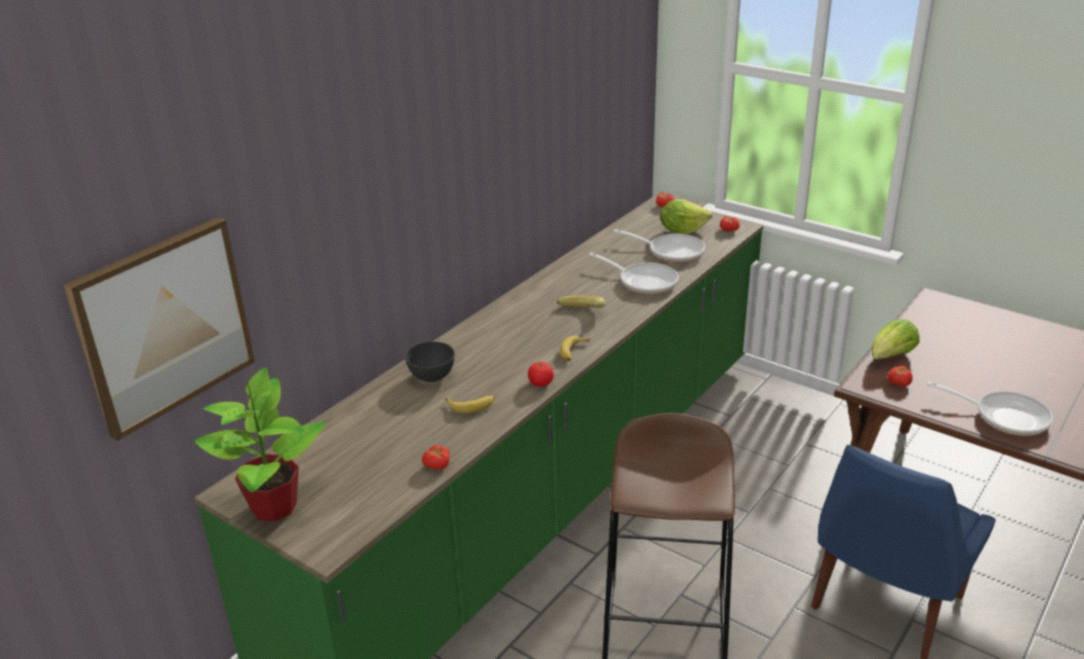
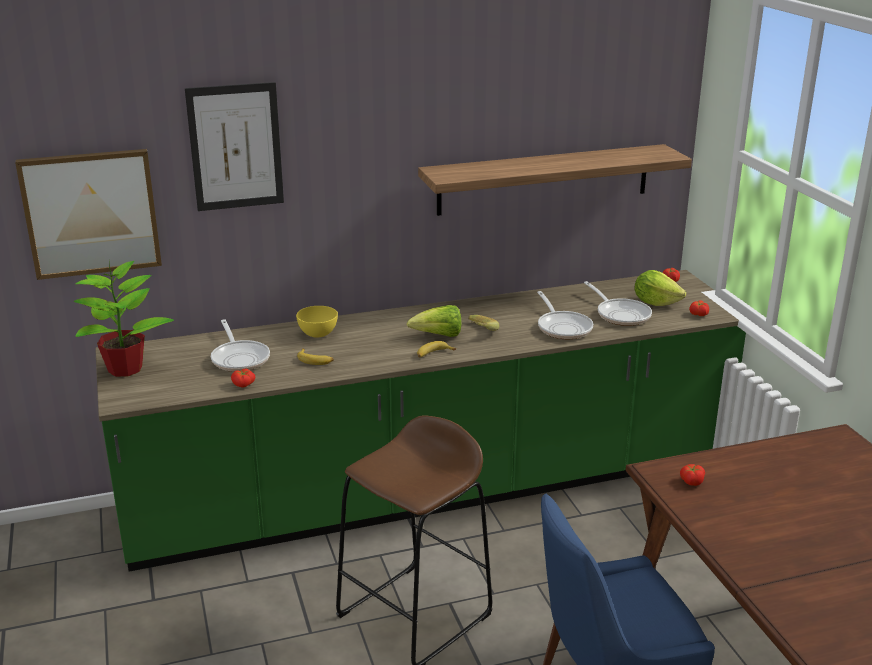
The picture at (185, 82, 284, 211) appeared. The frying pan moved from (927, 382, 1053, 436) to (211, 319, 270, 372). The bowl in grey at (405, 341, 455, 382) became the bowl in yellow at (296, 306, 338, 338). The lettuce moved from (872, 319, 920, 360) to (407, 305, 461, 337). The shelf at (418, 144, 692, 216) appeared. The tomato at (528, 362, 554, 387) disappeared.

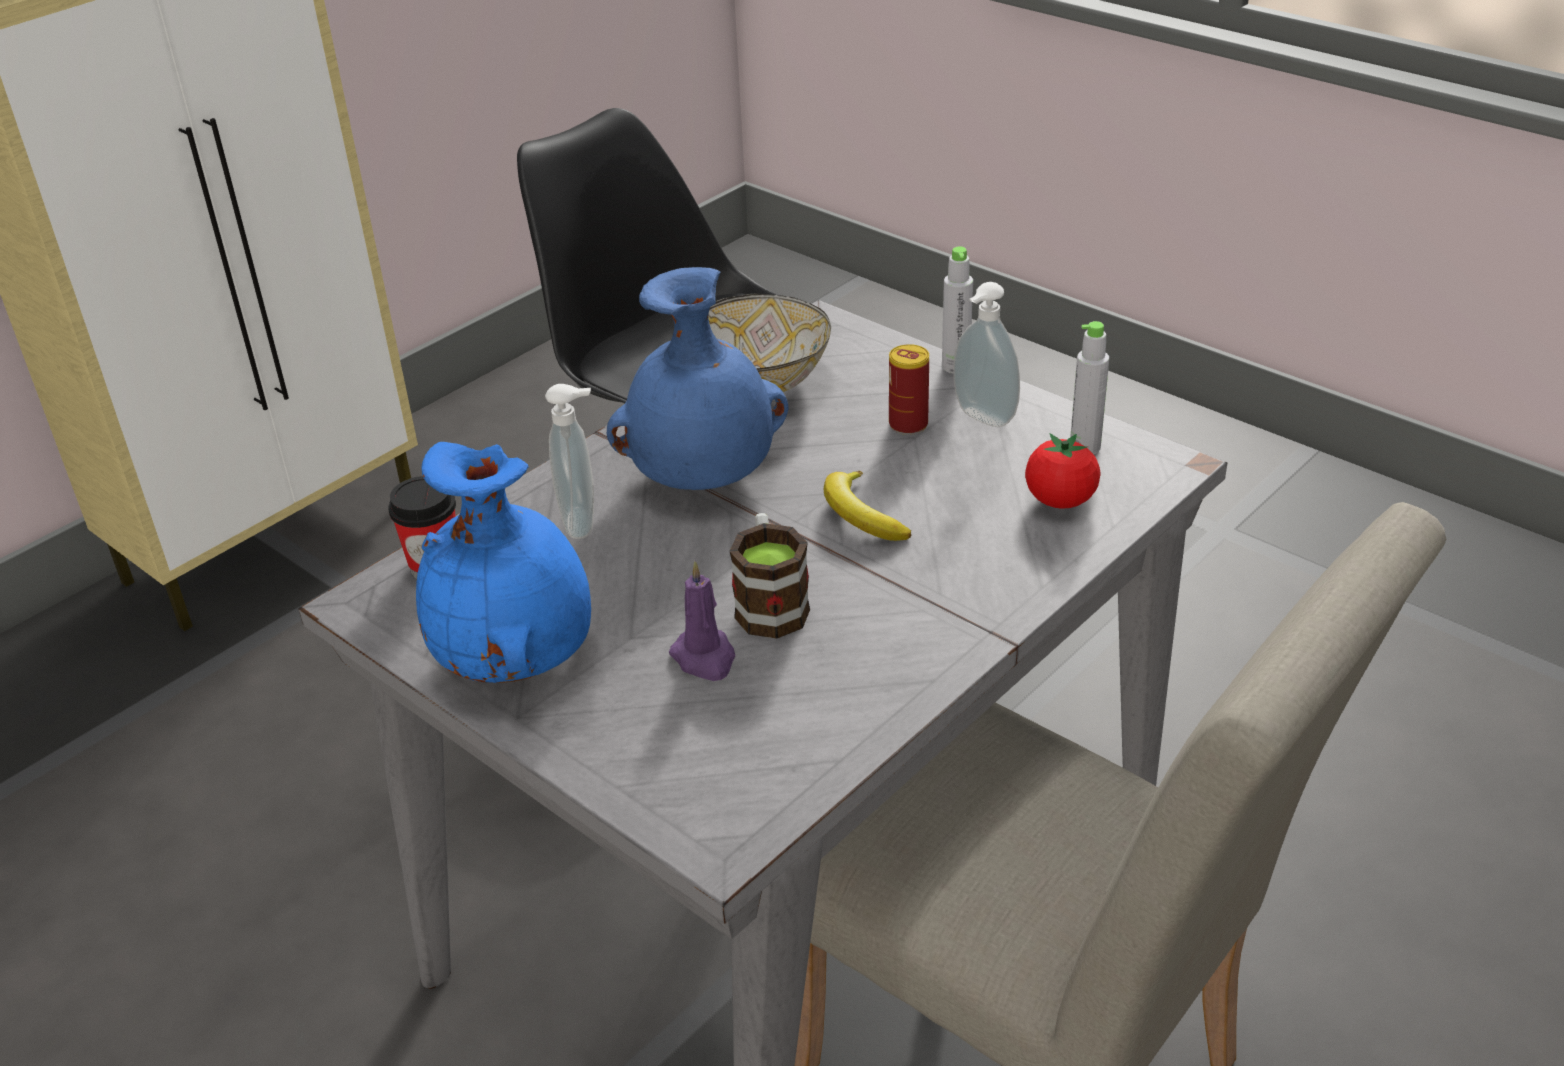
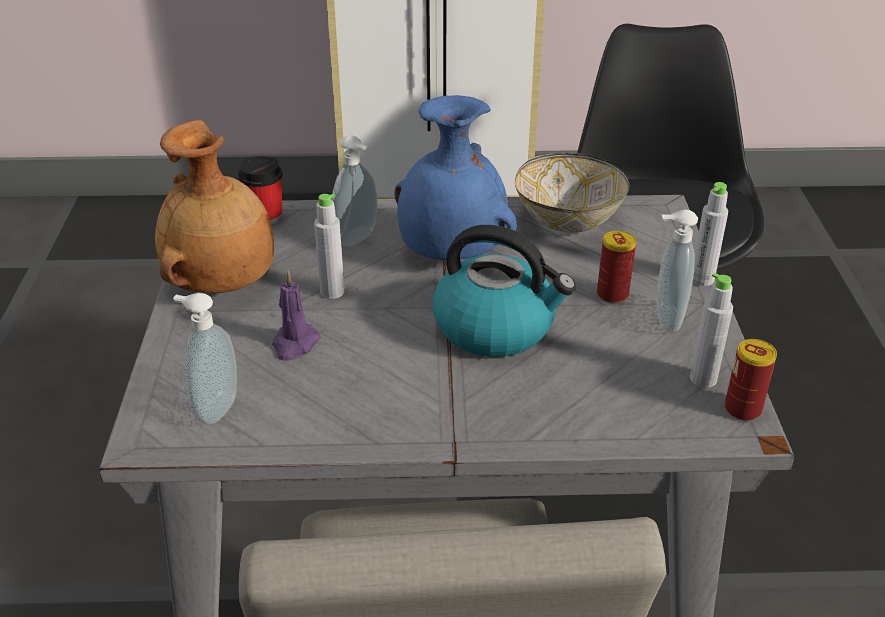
The vase in blue at (416, 442, 591, 683) became the vase in brown at (155, 120, 274, 293). The soap dispenser at (173, 293, 237, 425) appeared. The bottle in grey at (314, 194, 345, 299) appeared. The banana at (824, 471, 911, 541) was replaced by the kettle at (433, 225, 576, 357). The can at (725, 339, 777, 421) appeared. The mug at (730, 513, 810, 639) disappeared. The tomato at (1025, 433, 1100, 509) disappeared.

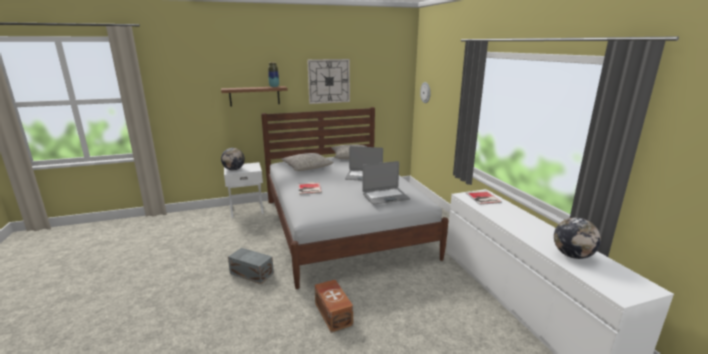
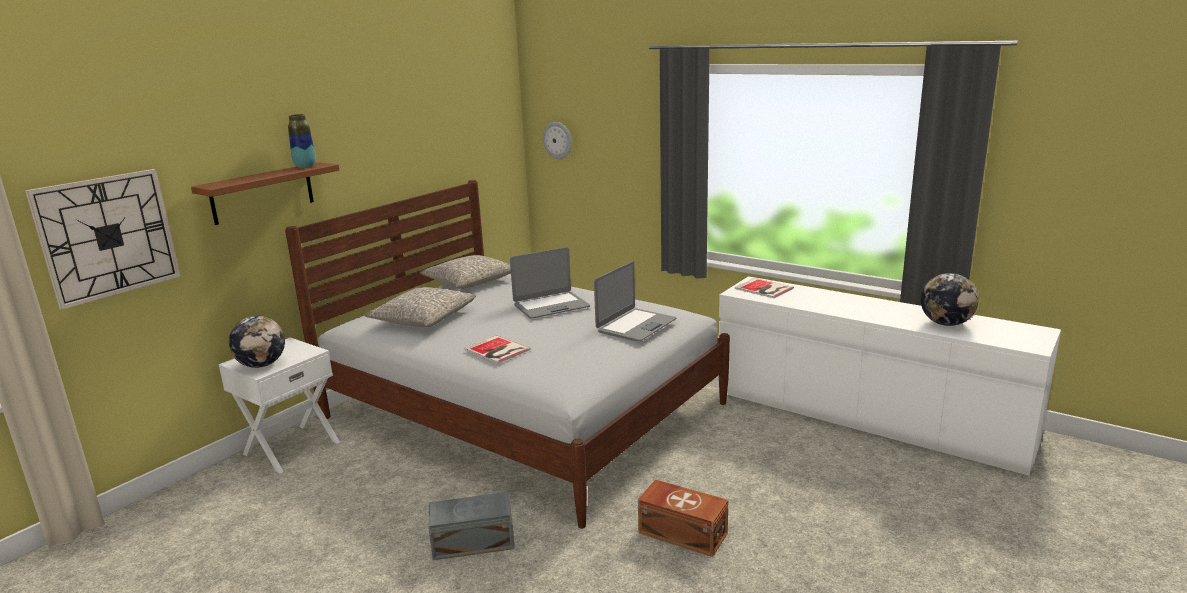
The wall clock moved from (307, 59, 350, 104) to (25, 169, 181, 310).

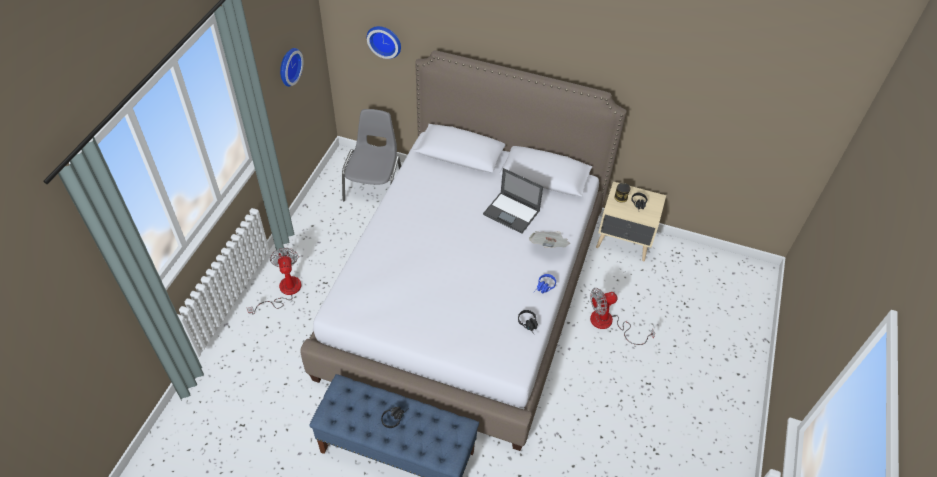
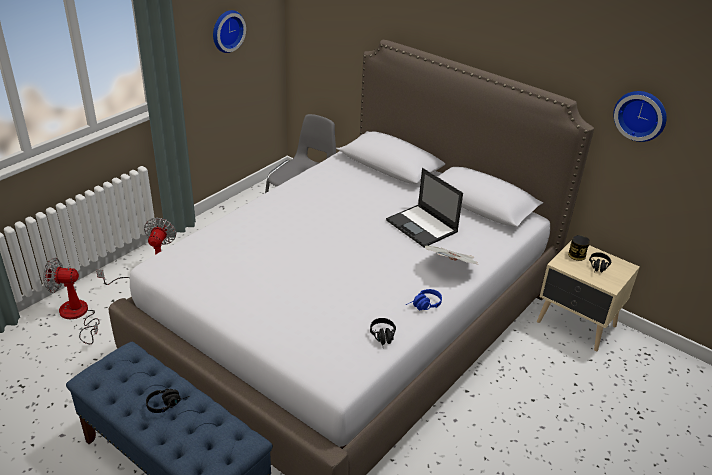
The fan moved from (590, 288, 655, 345) to (43, 258, 100, 344). The wall clock moved from (367, 26, 401, 59) to (613, 91, 667, 142).

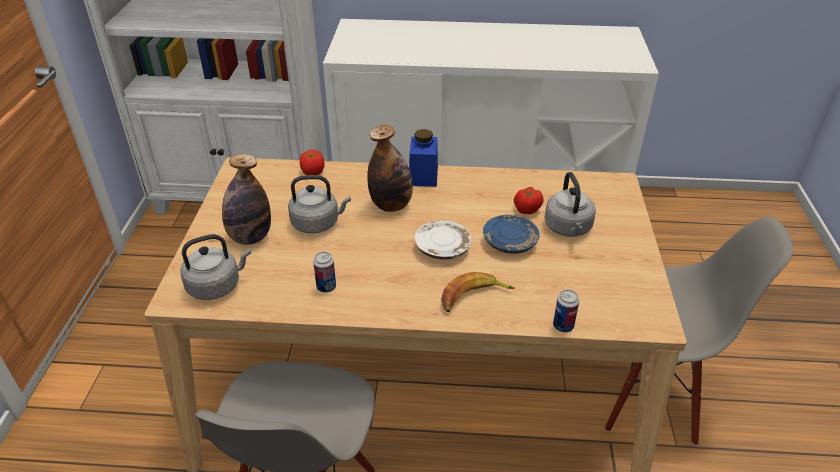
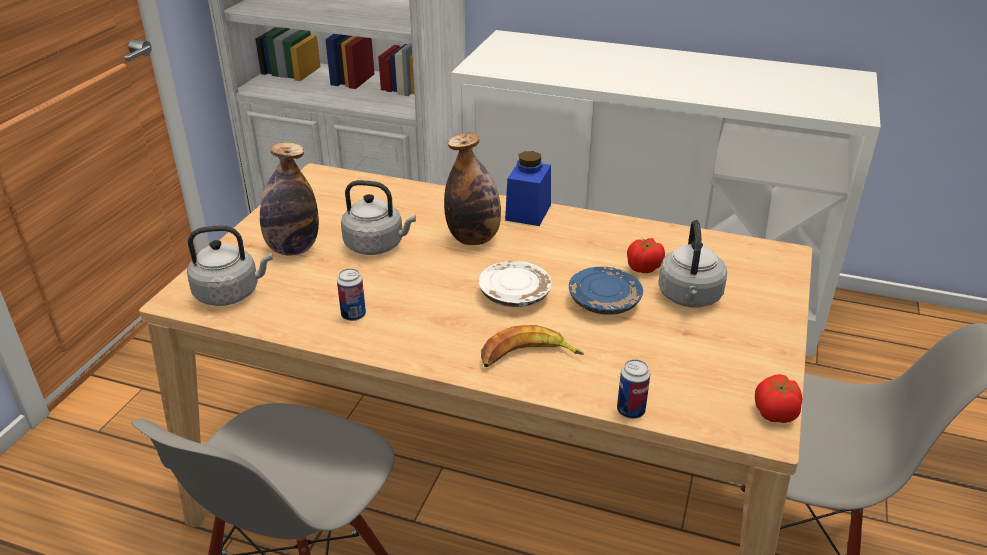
The tomato moved from (300, 149, 325, 175) to (755, 374, 803, 423).

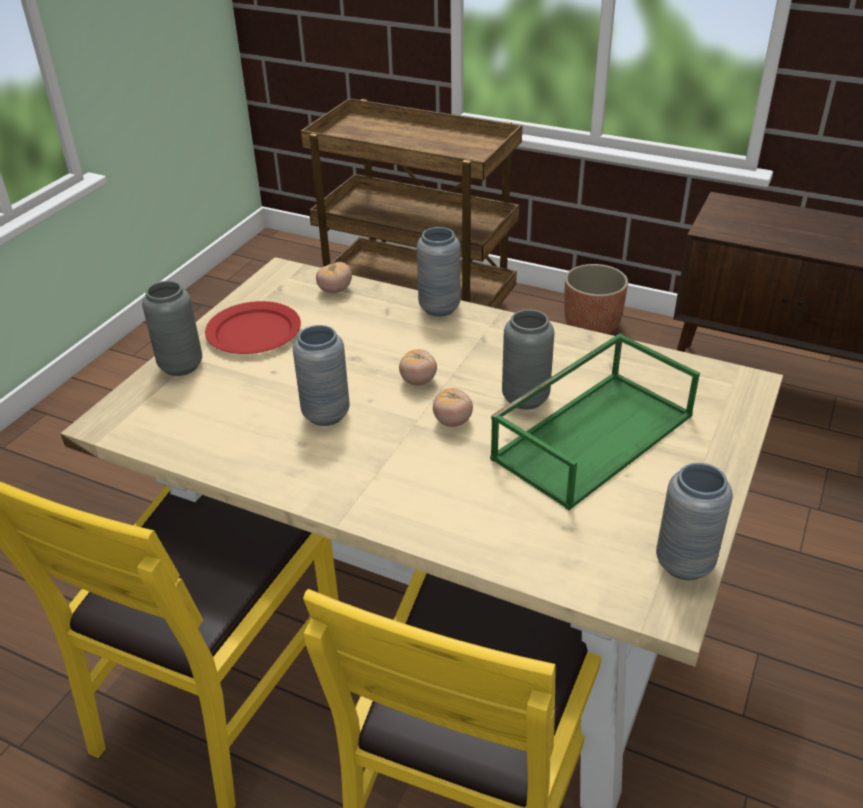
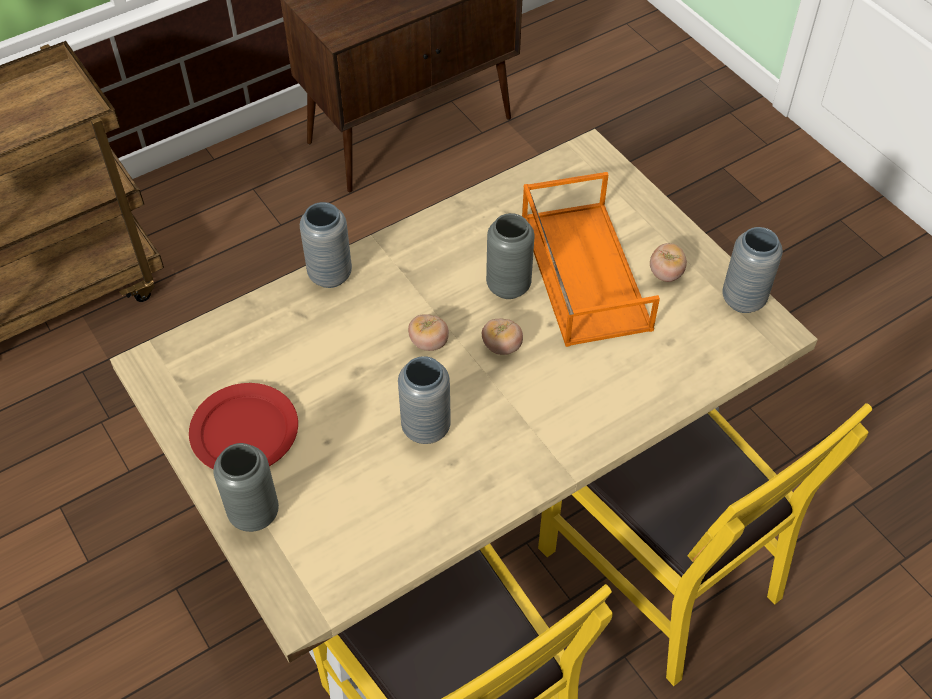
The tray in green at (490, 333, 700, 510) became the tray in orange at (522, 172, 660, 347). The tomato moved from (316, 262, 352, 293) to (650, 243, 687, 282). The planter at (564, 264, 628, 334) disappeared.

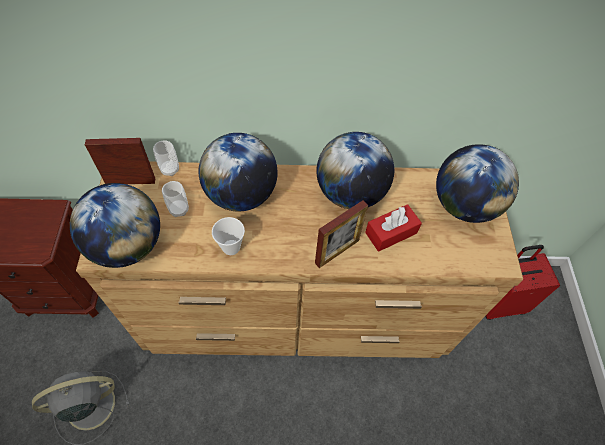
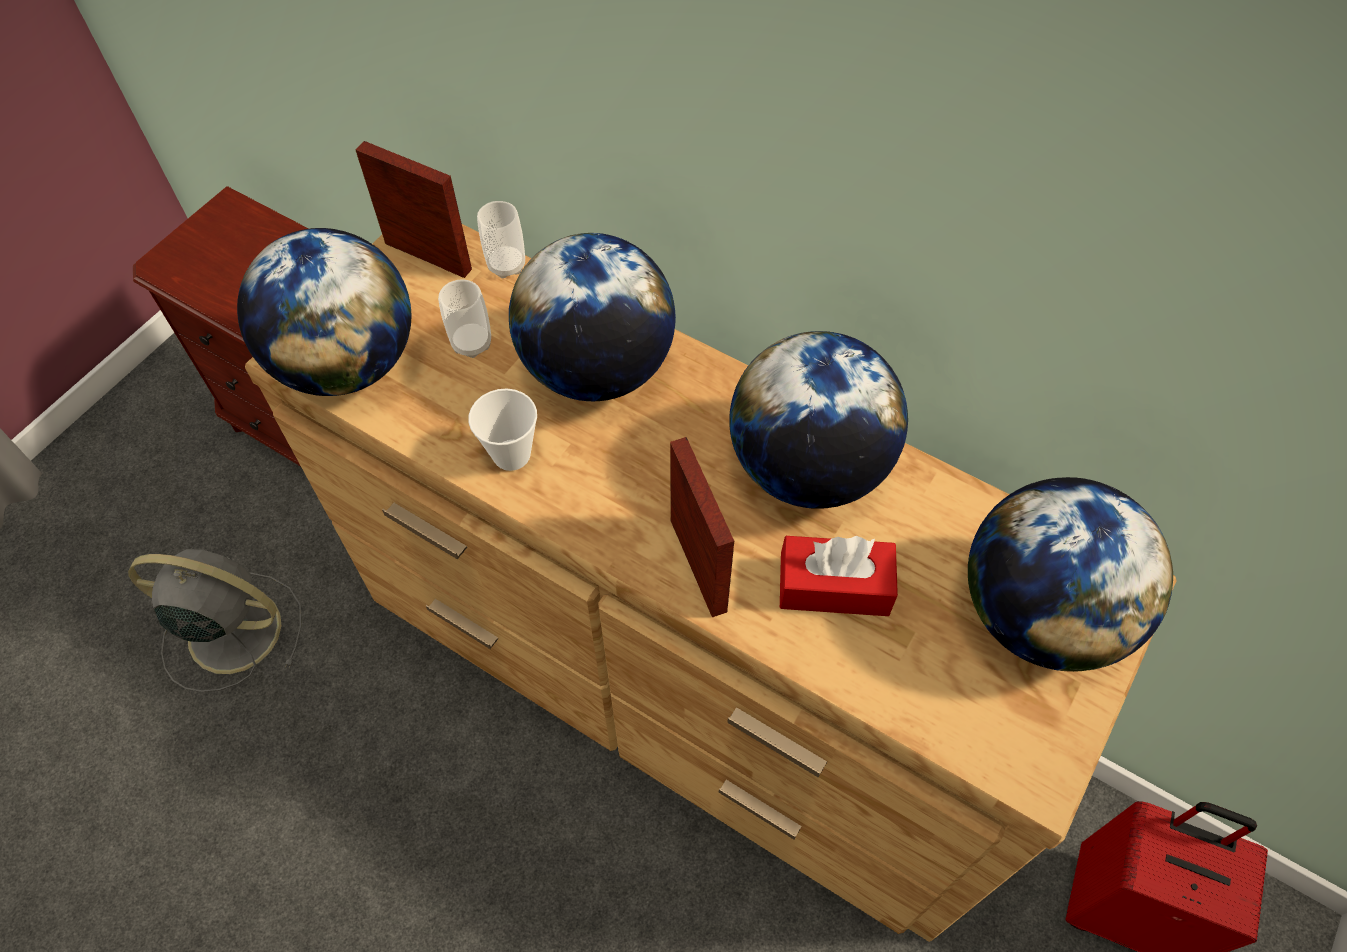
The picture frame at (315, 200, 368, 268) turned 105 degrees counterclockwise.

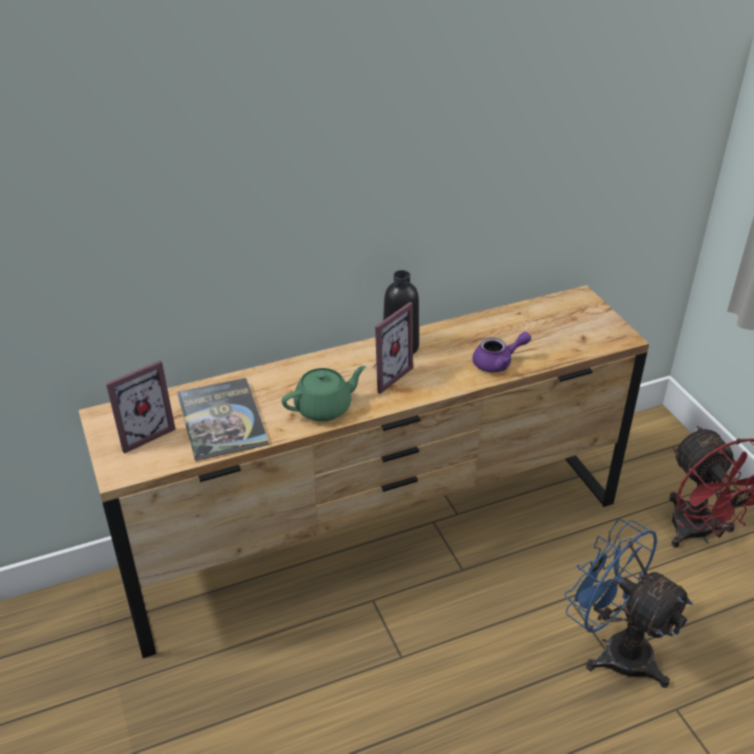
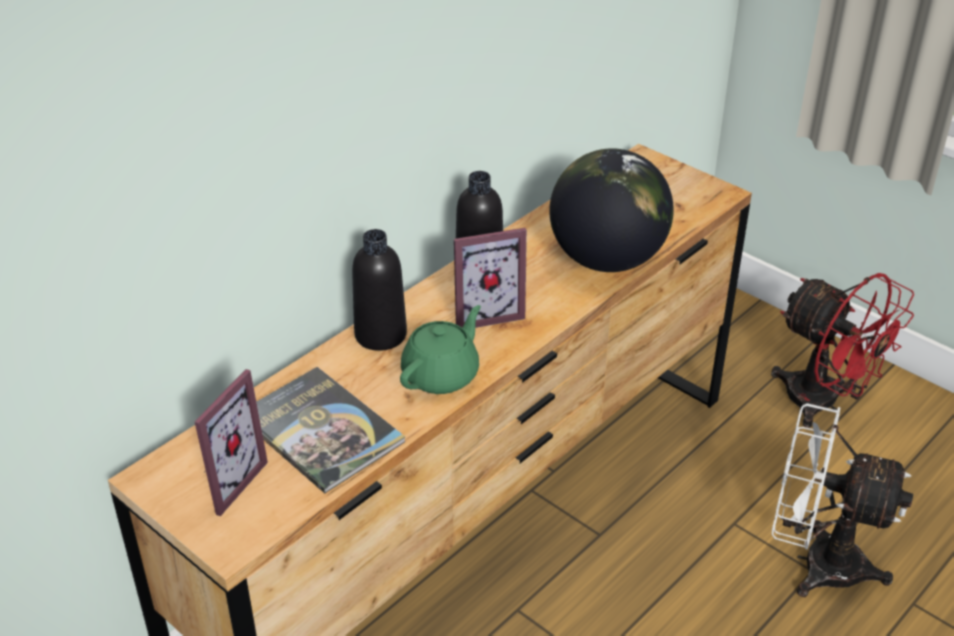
The bottle in black at (352, 229, 407, 351) appeared. The picture frame at (372, 302, 413, 394) turned 60 degrees clockwise. The teapot in purple at (473, 332, 531, 373) was replaced by the globe at (549, 148, 674, 272). The fan in blue at (564, 519, 693, 688) became the fan in white at (772, 403, 913, 597).

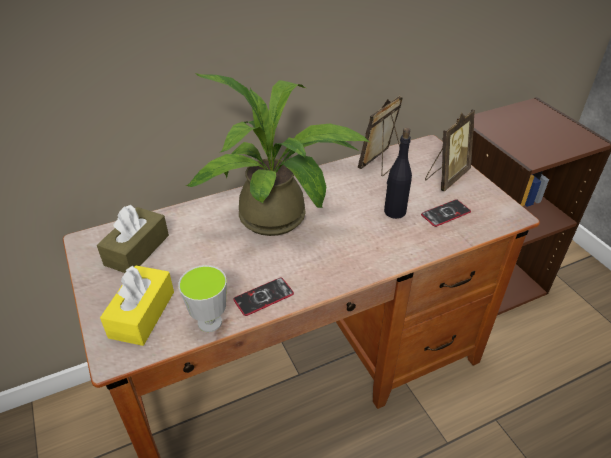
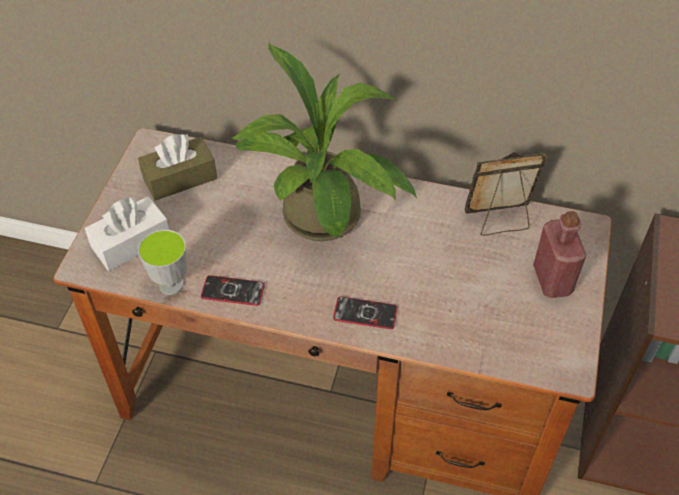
The tissue box in yellow at (100, 265, 174, 346) became the tissue box in white at (85, 196, 169, 271). The phone moved from (421, 199, 471, 227) to (333, 296, 398, 329). The picture frame at (425, 109, 475, 191) was replaced by the bottle in red at (533, 211, 587, 298). The bottle in black at (384, 128, 412, 219) disappeared.

